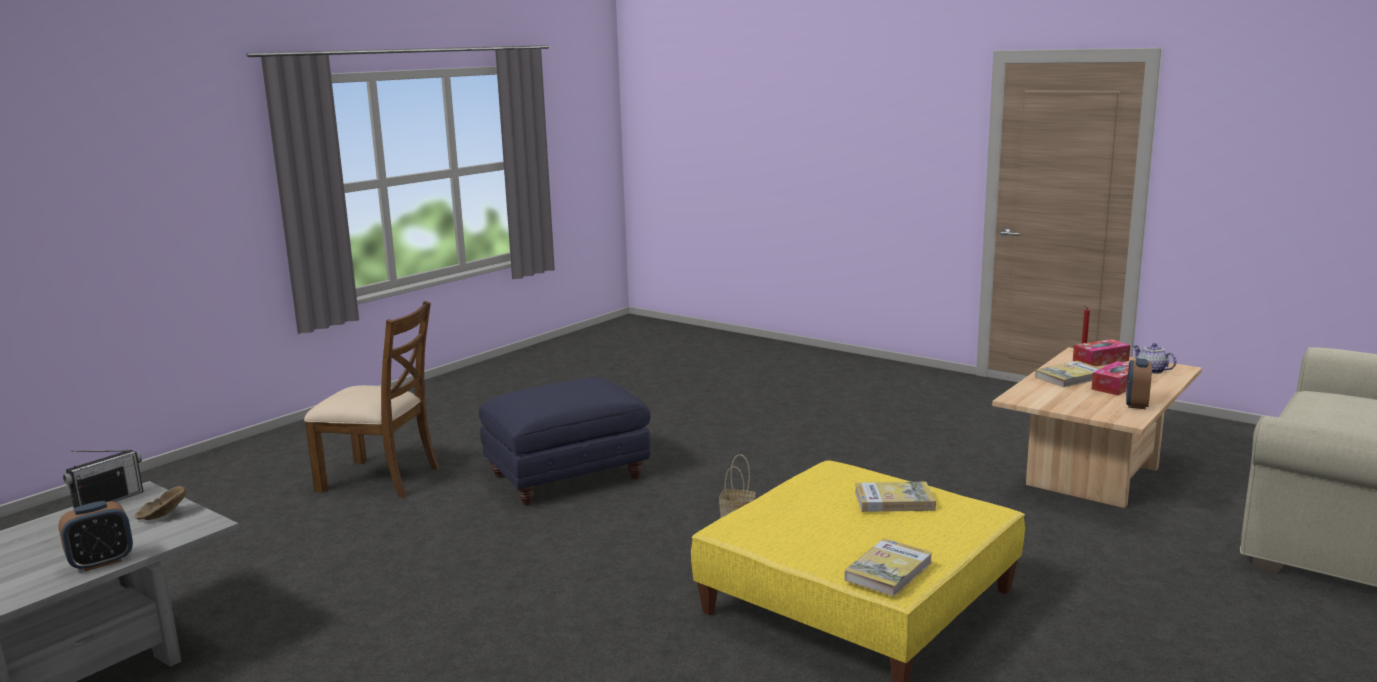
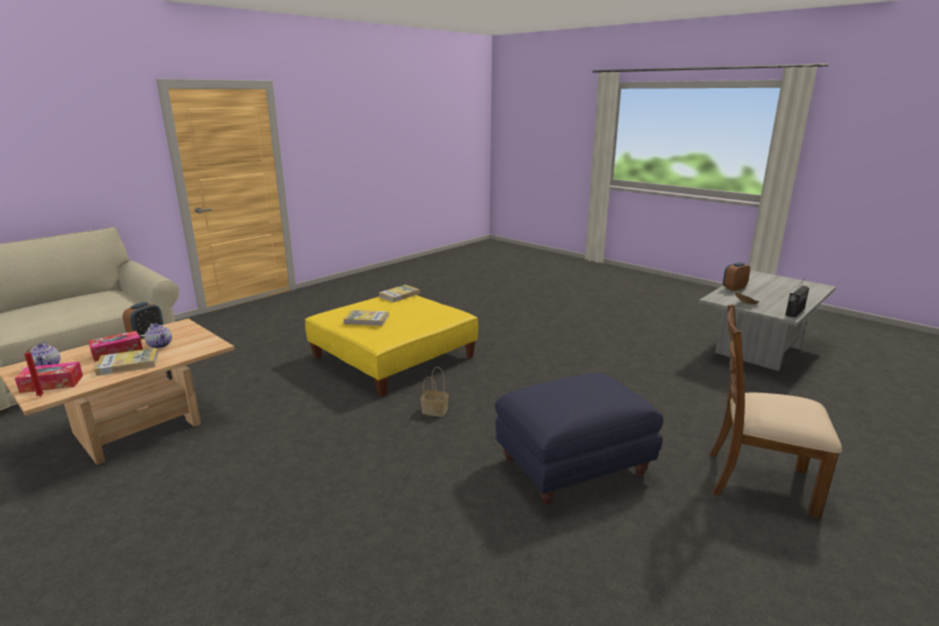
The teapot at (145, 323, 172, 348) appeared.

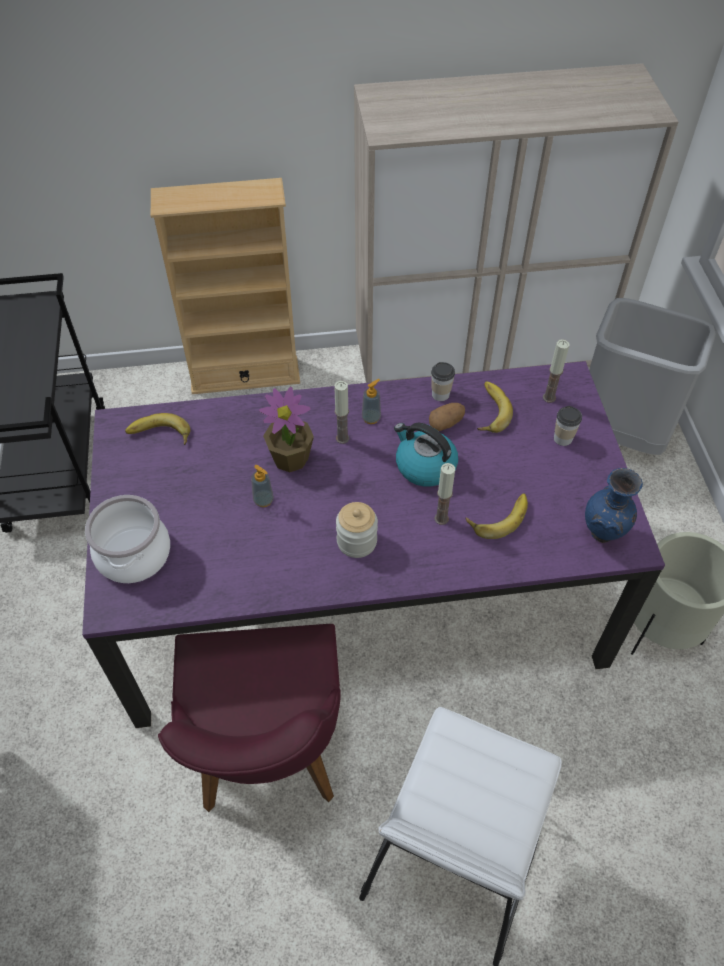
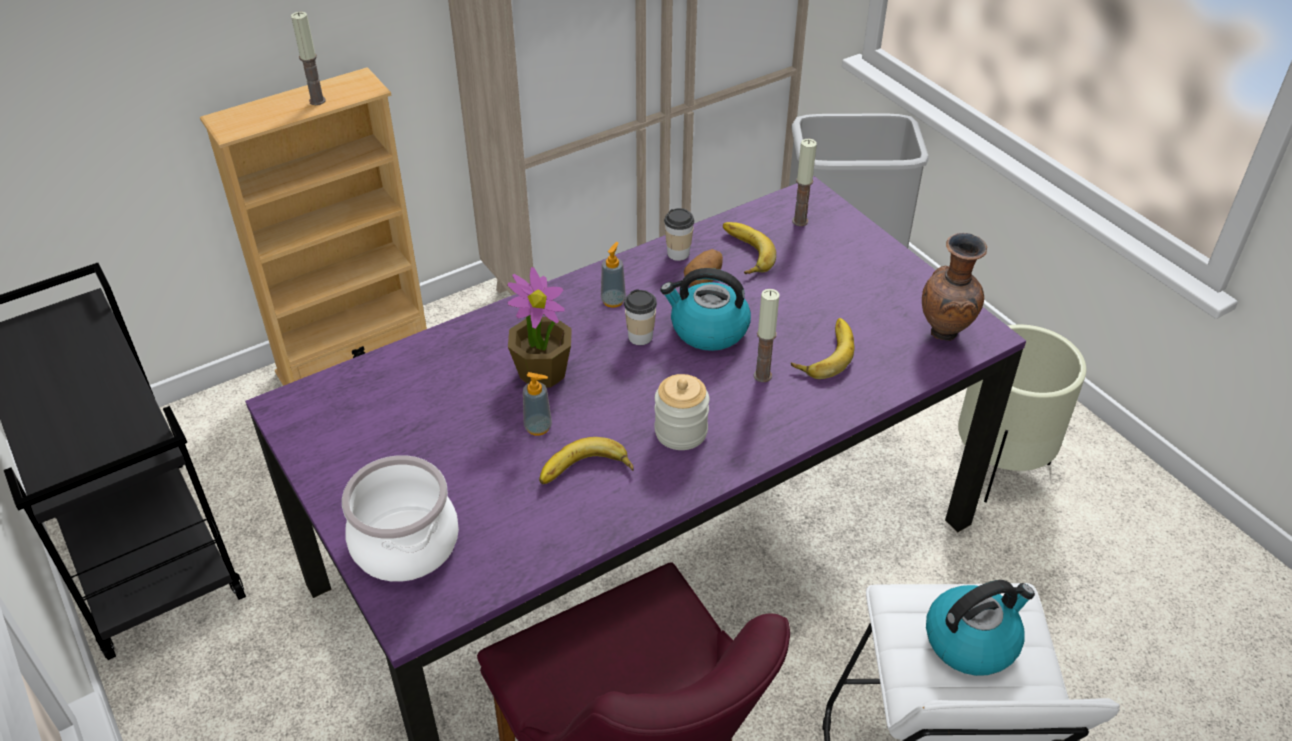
The candle moved from (334, 381, 349, 444) to (291, 12, 326, 105). The banana moved from (125, 413, 190, 445) to (539, 437, 634, 484). The cup moved from (554, 406, 582, 446) to (624, 289, 657, 345). The vase in blue at (585, 468, 643, 543) became the vase in brown at (922, 233, 987, 341). The kettle at (926, 580, 1035, 676) appeared.

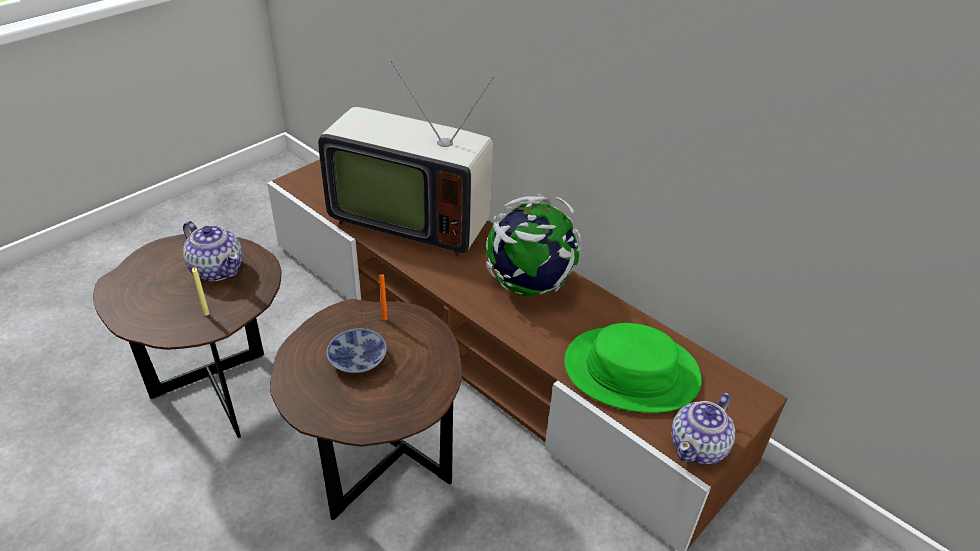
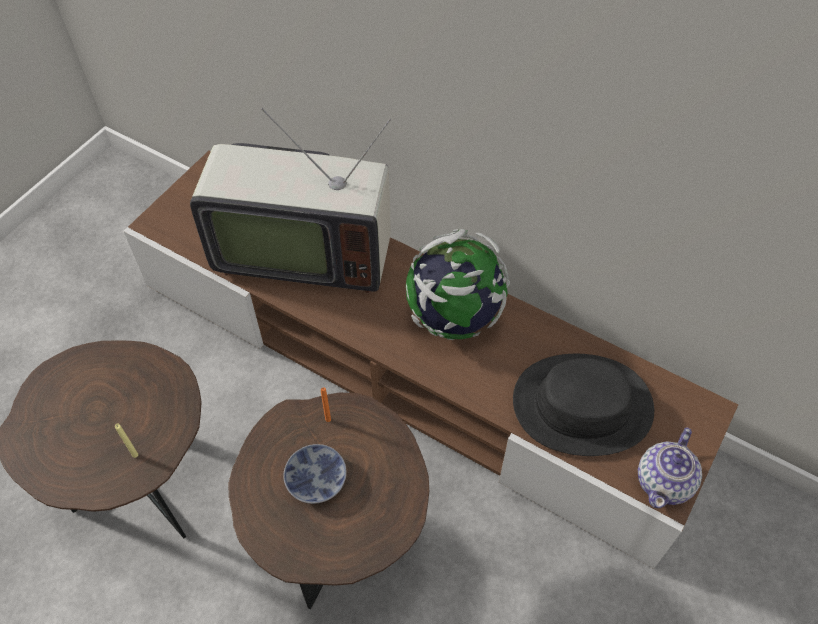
The hat in green at (565, 323, 702, 413) became the hat in black at (513, 354, 654, 456). The teapot at (183, 221, 243, 281) disappeared.

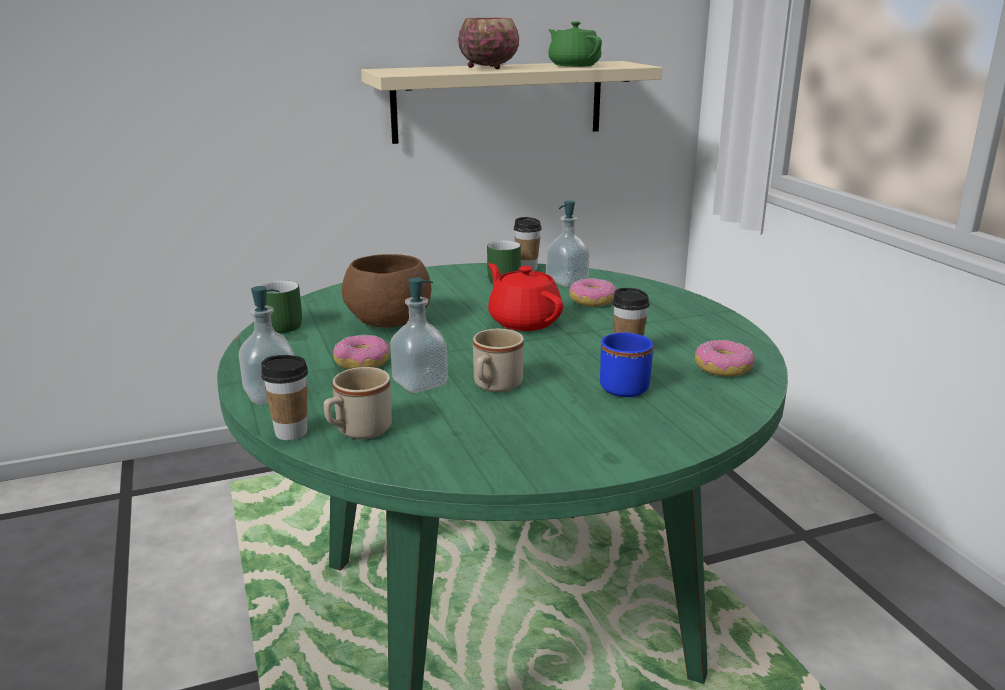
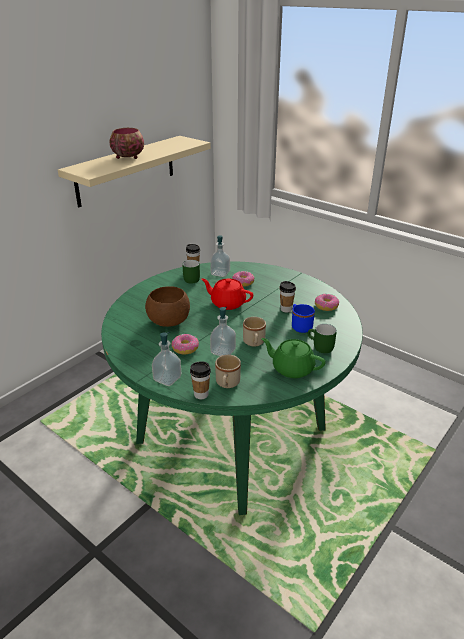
The teapot in green moved from (548, 21, 602, 67) to (261, 338, 326, 378). The mug in green moved from (261, 280, 302, 333) to (308, 324, 337, 353).

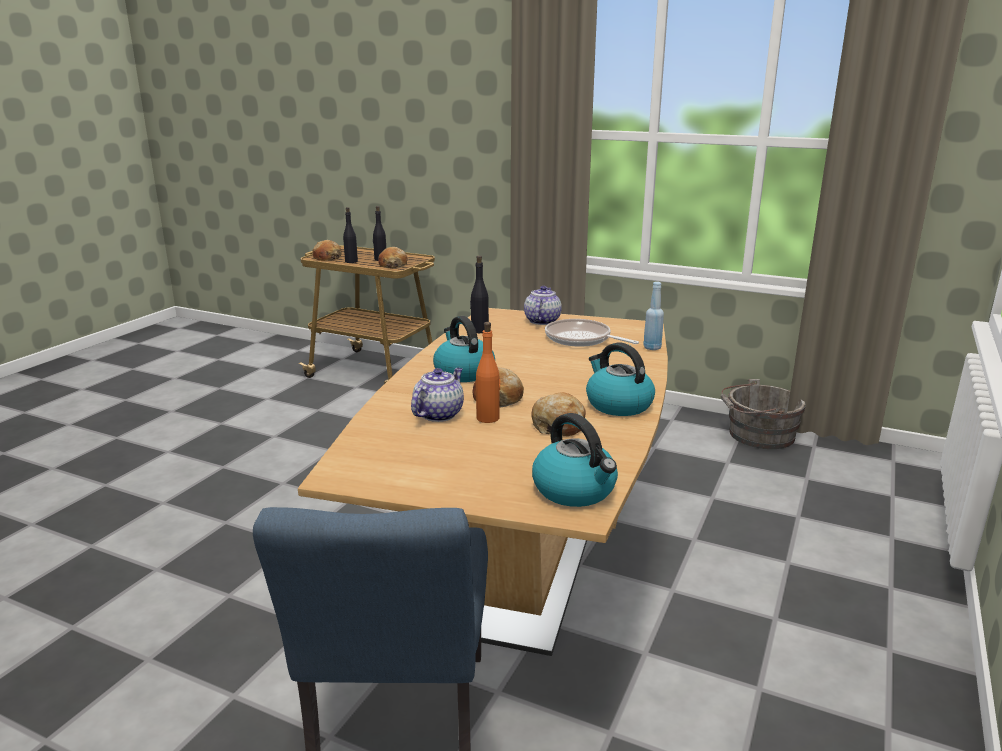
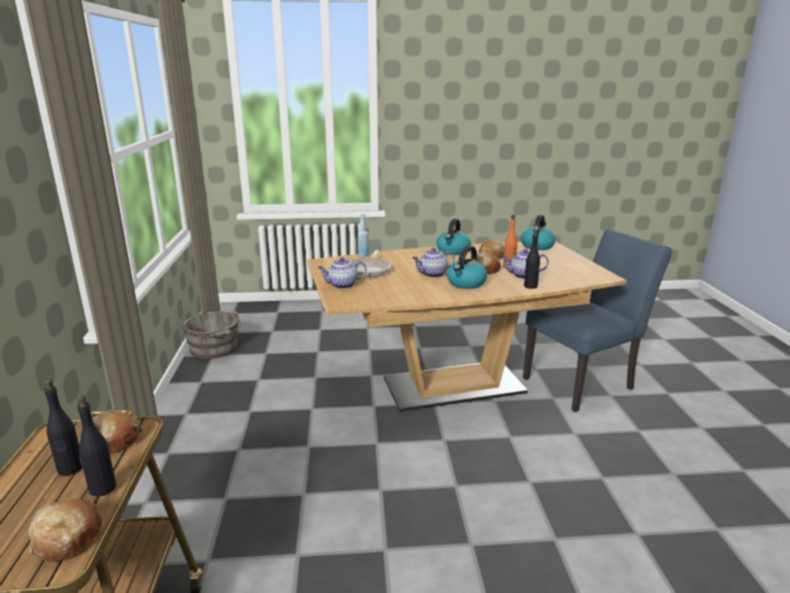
The teapot at (413, 248, 455, 278) appeared. The bottle in black moved from (470, 256, 489, 333) to (524, 230, 540, 289).

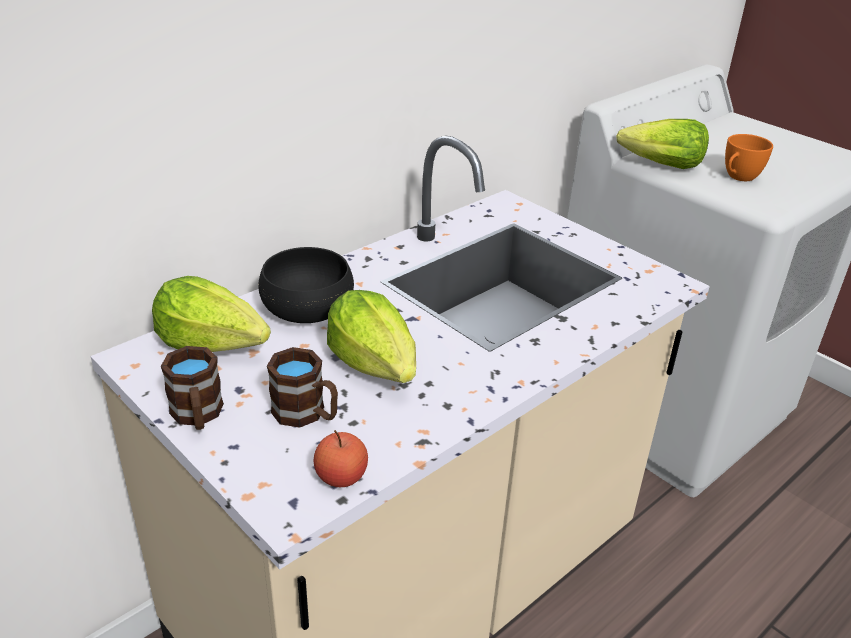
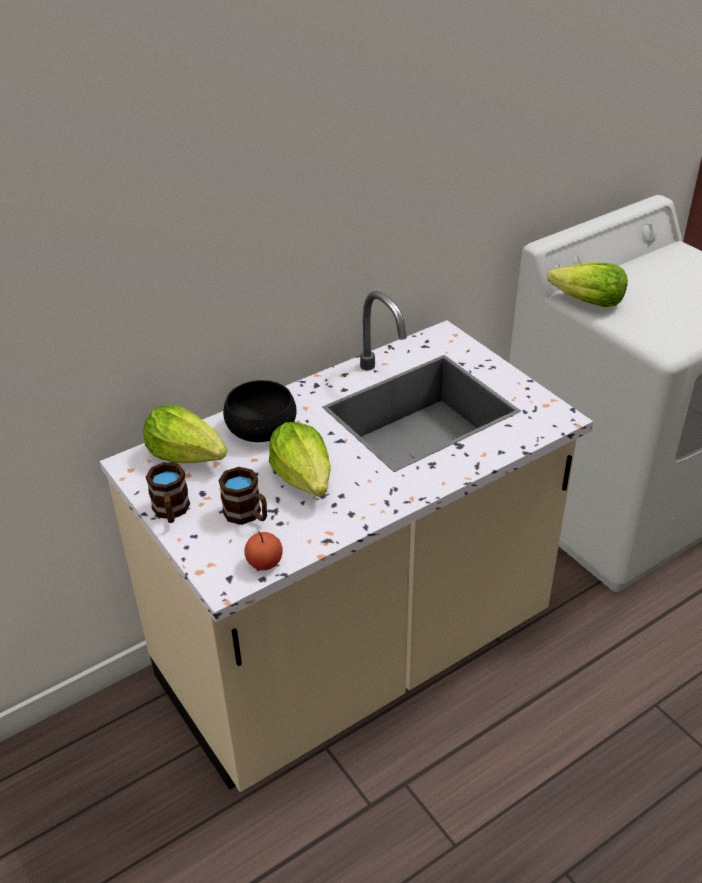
The cup in orange at (725, 134, 773, 181) disappeared.

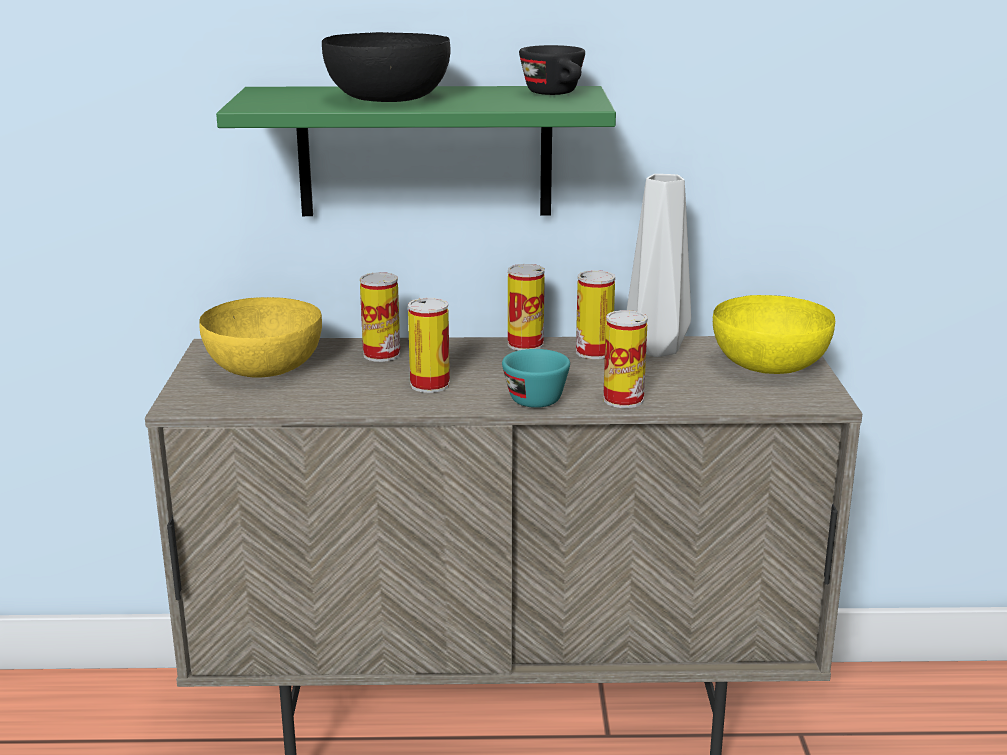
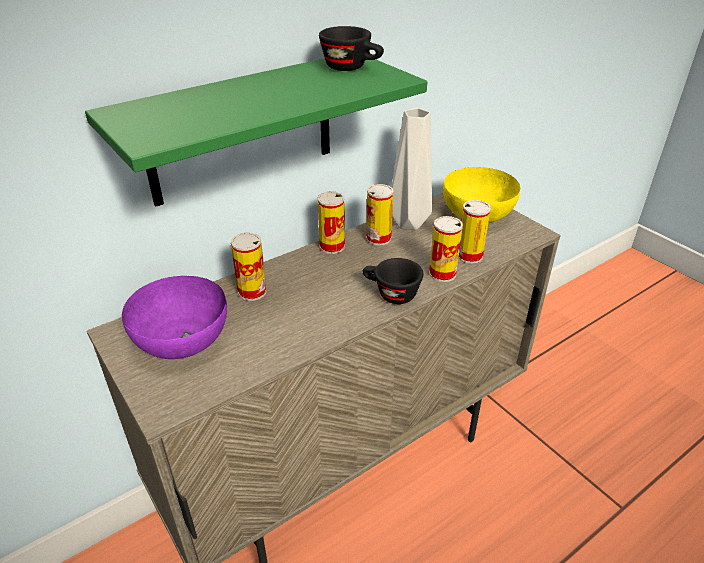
The bowl in yellow at (199, 297, 322, 377) became the bowl in purple at (122, 276, 227, 359). The cup in turquoise at (502, 349, 570, 408) became the cup in black at (363, 258, 423, 304). The can moved from (408, 298, 450, 393) to (458, 200, 491, 264). The bowl in black at (322, 32, 450, 102) disappeared.

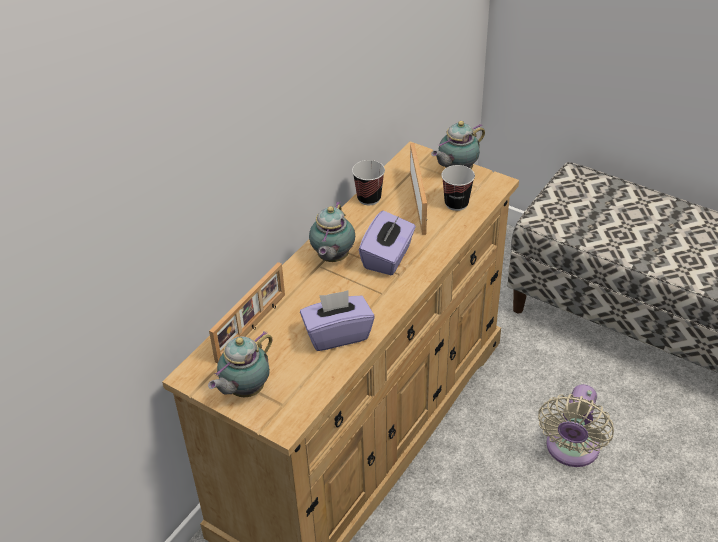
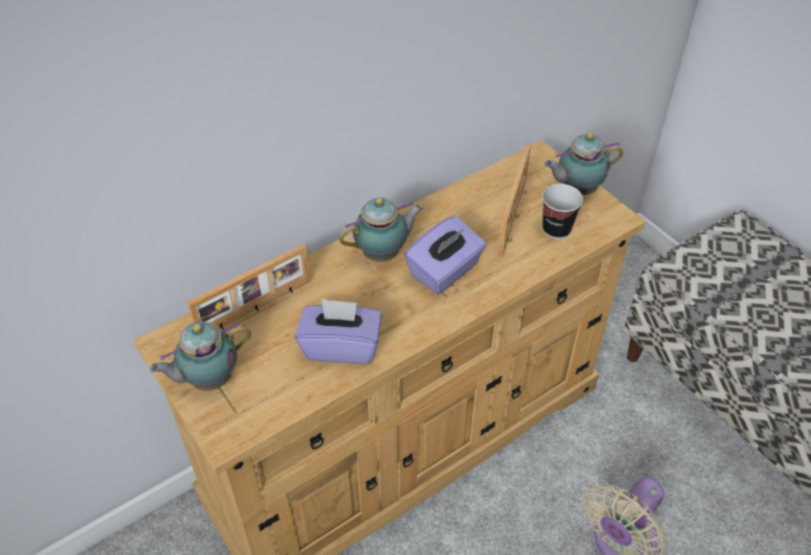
The teapot at (309, 201, 355, 262) turned 150 degrees counterclockwise. The cup at (352, 160, 385, 205) disappeared.

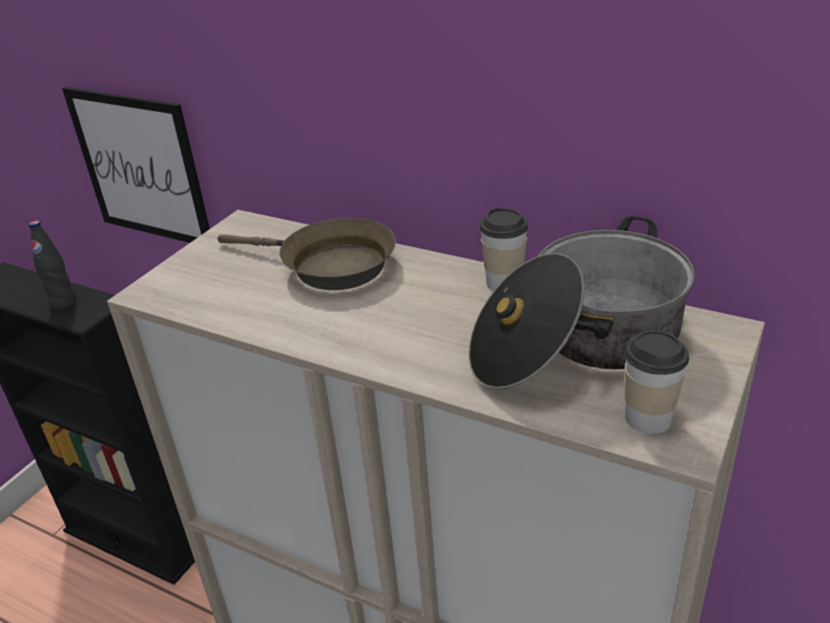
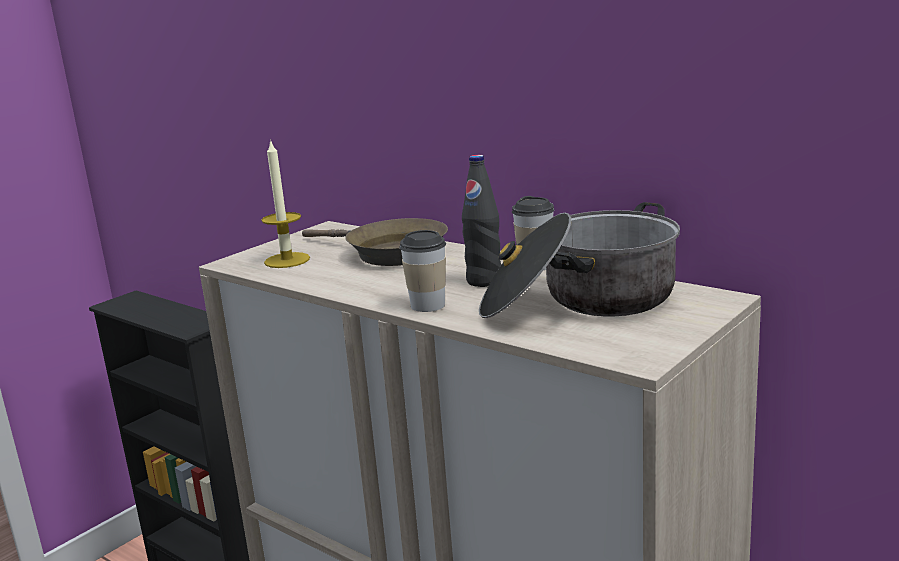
The candle at (262, 139, 310, 268) appeared. The cup moved from (624, 330, 689, 434) to (400, 230, 446, 312). The bottle in black moved from (29, 220, 76, 310) to (462, 155, 501, 287). The picture at (62, 87, 210, 243) disappeared.

